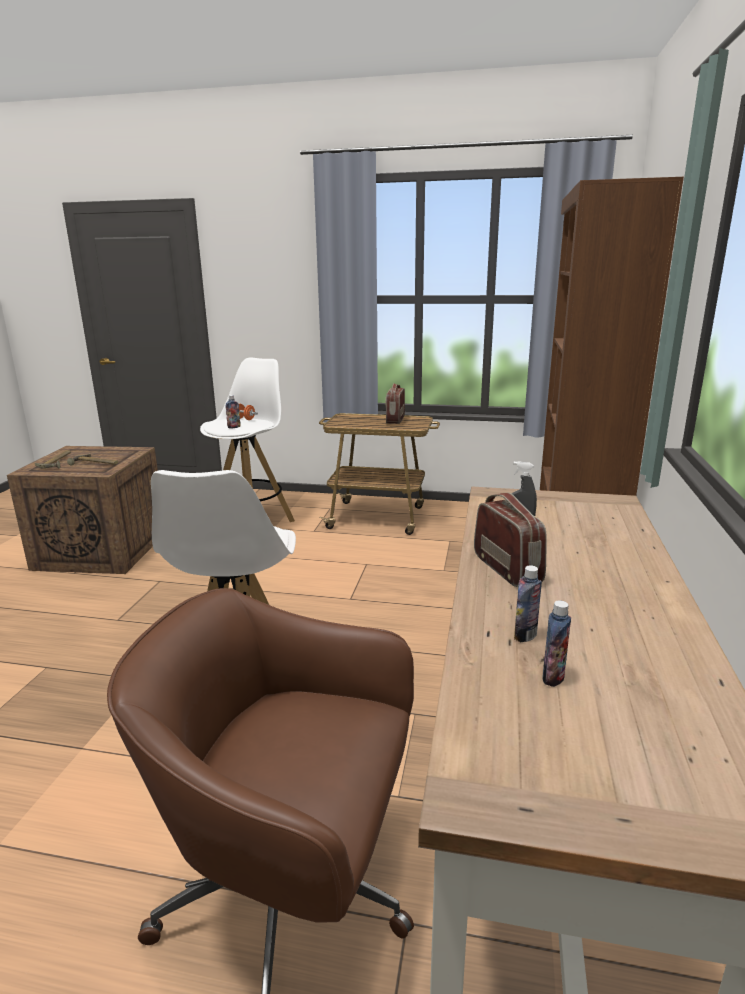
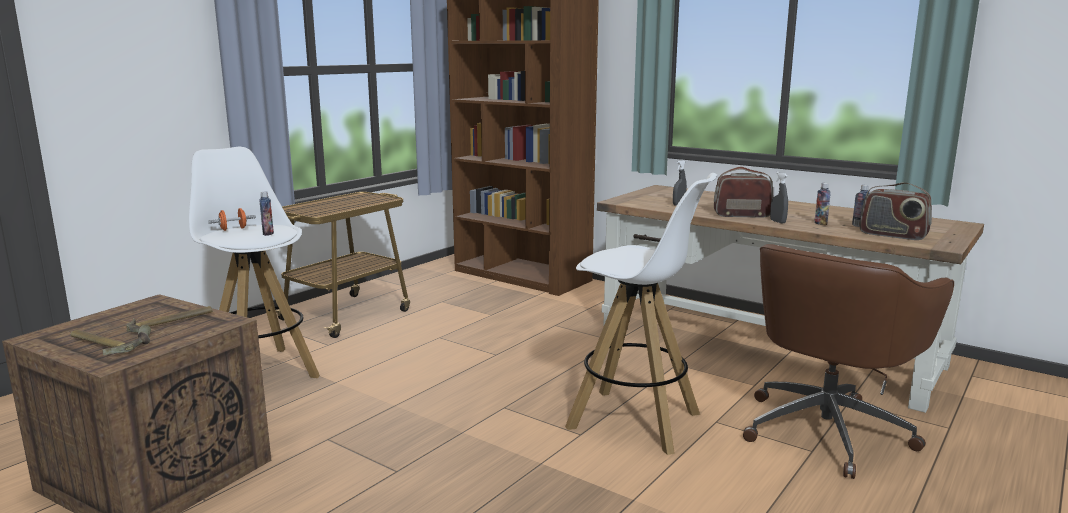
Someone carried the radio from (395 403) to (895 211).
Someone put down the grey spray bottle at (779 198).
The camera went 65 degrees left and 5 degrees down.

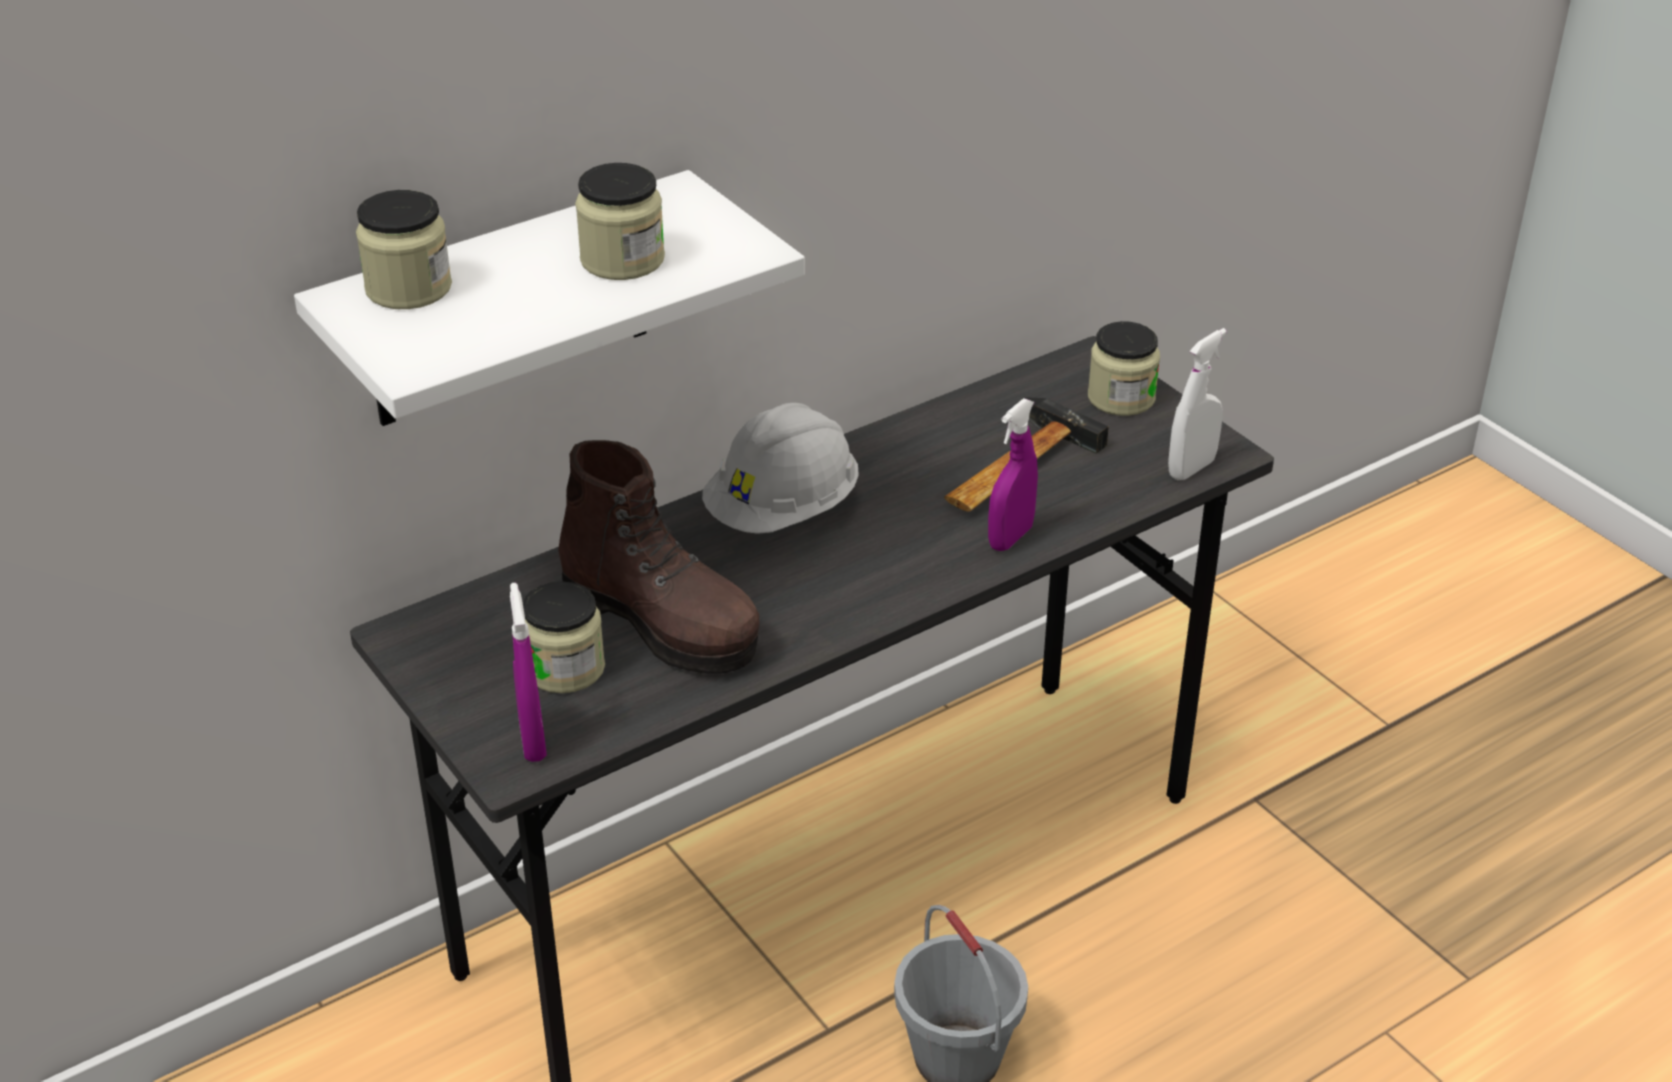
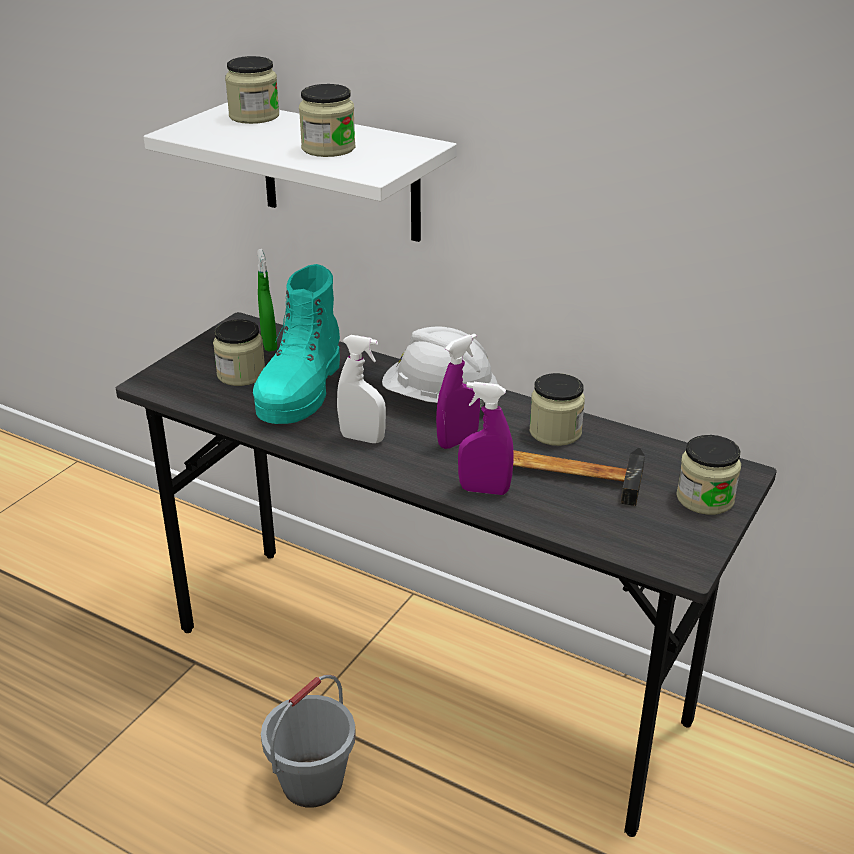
Someone carried the white spray bottle from (1197 404) to (361 389).
Someone repainted the brown boot at (658 557), which became the turquoise boot at (296 344).
Someone carried the purple spray bottle from (528 672) to (458 391).
Someone put down the green spray bottle at (267 300).
Someone put down the jar at (557 409).
The camera went 65 degrees right and 5 degrees down.

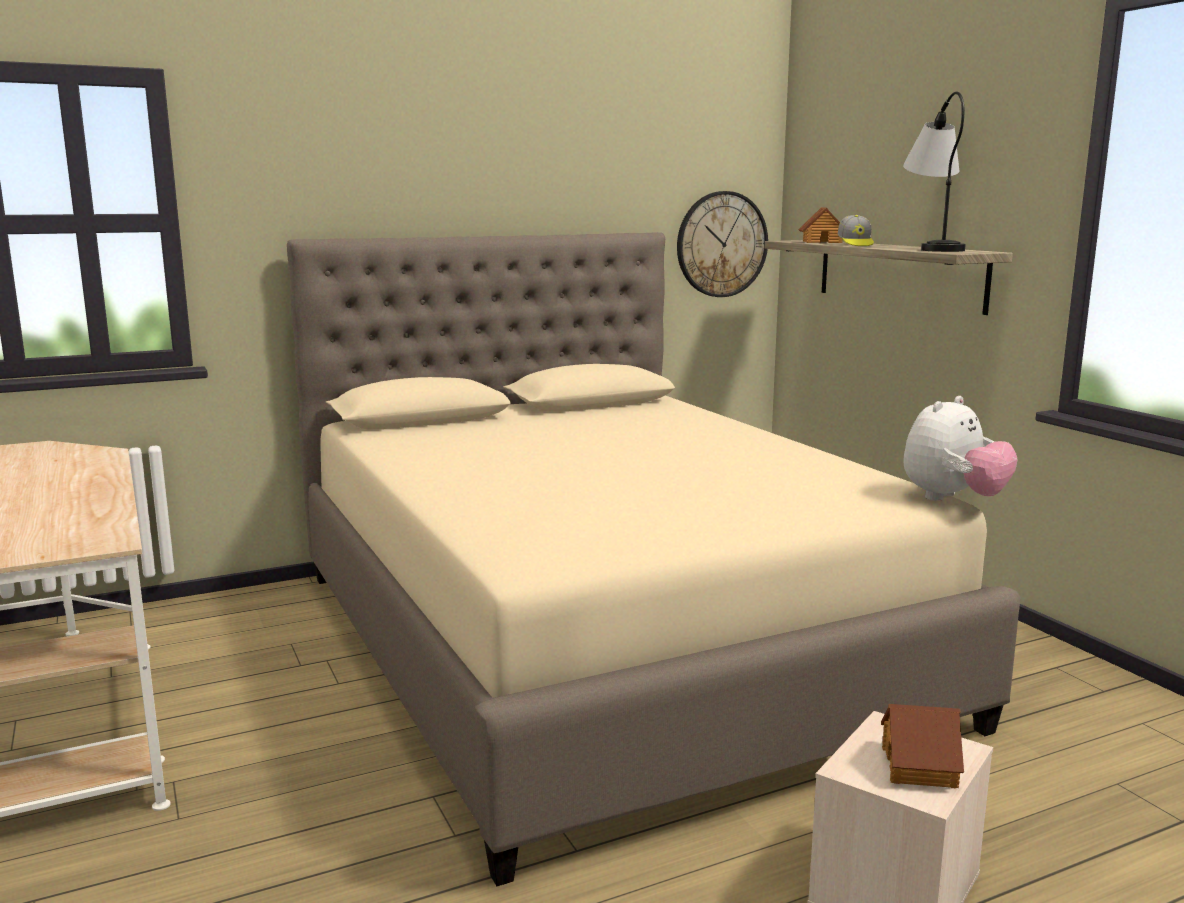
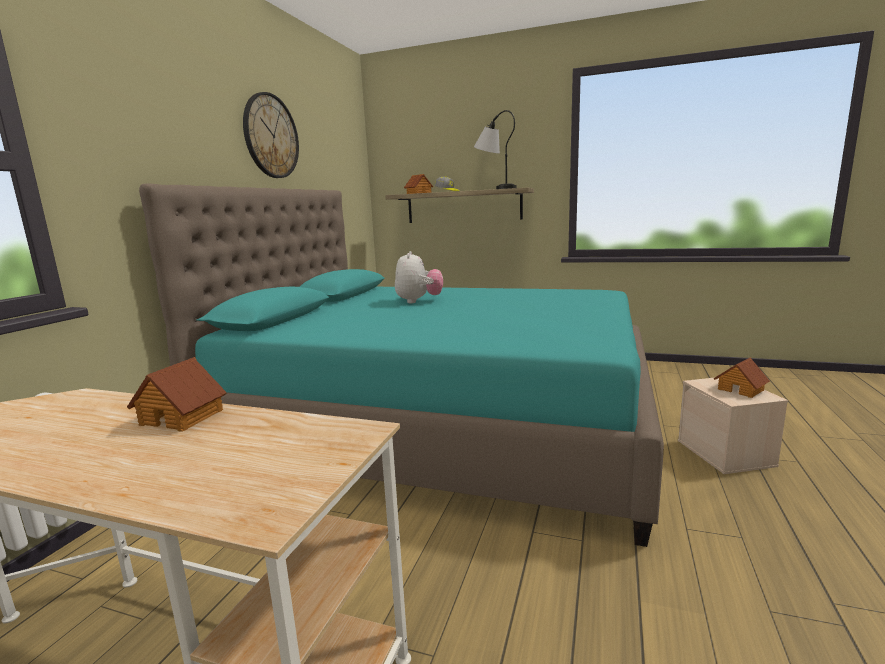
Someone carried the wall clock from (722 244) to (271 135).
Someone repainted the beige bed at (654 559), which became the turquoise bed at (401 365).
Someone carried the plush toy from (960 448) to (419 277).
Someone put down the toy house at (177 394).
The camera went 45 degrees left and 0 degrees up.

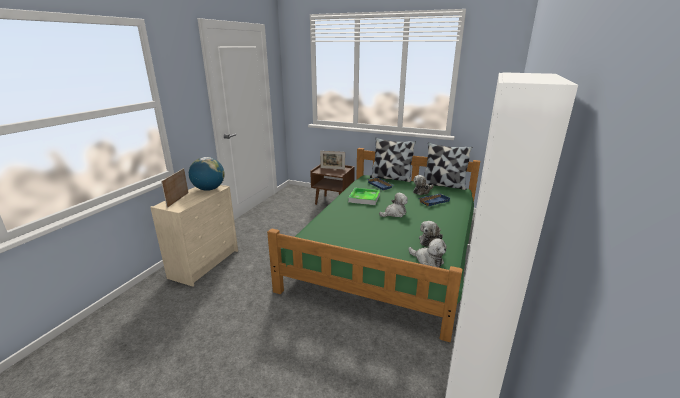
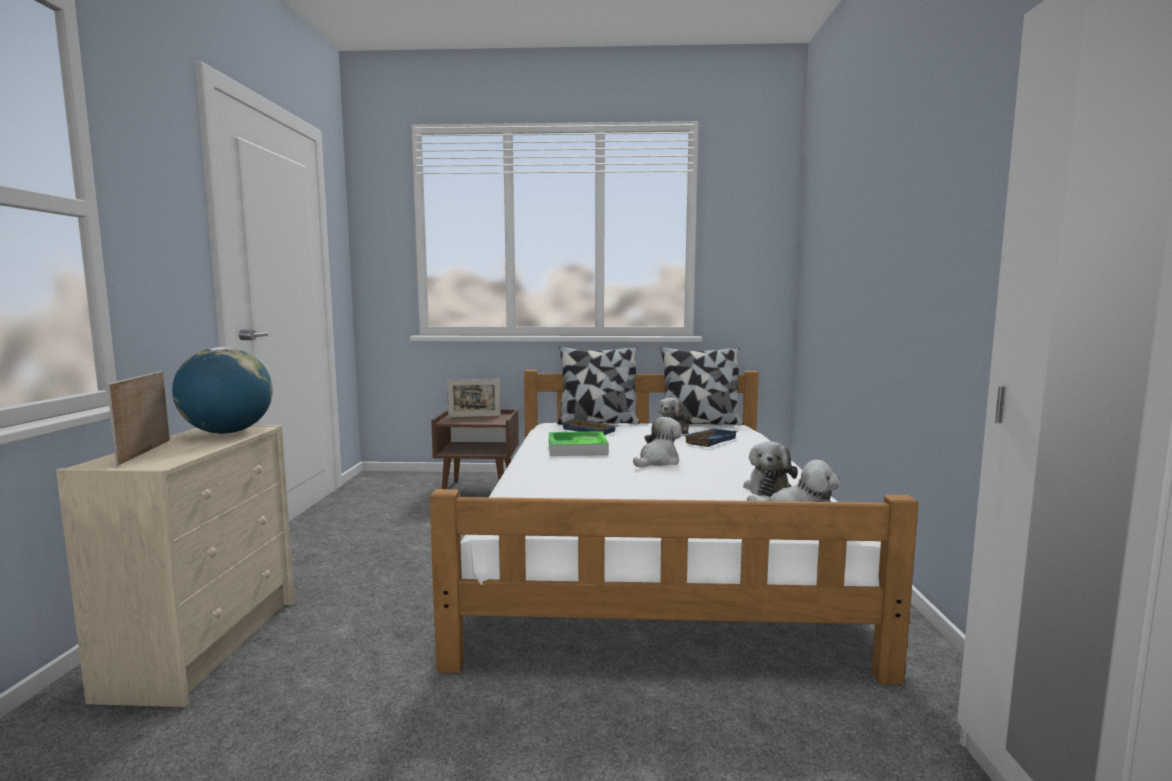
Someone repainted the green bed at (373 245), which became the white bed at (674 527).
The camera went 20 degrees left and 15 degrees down.

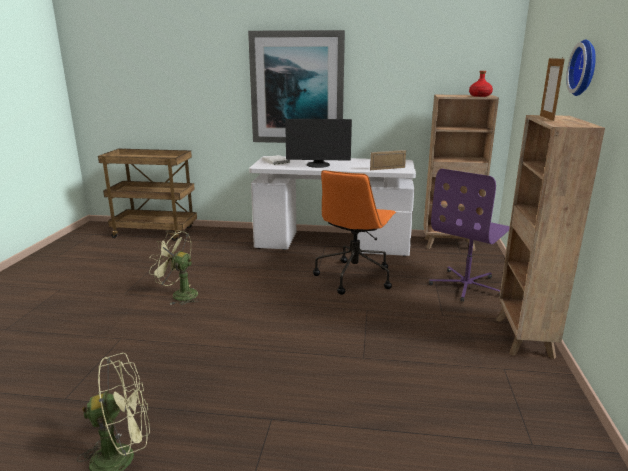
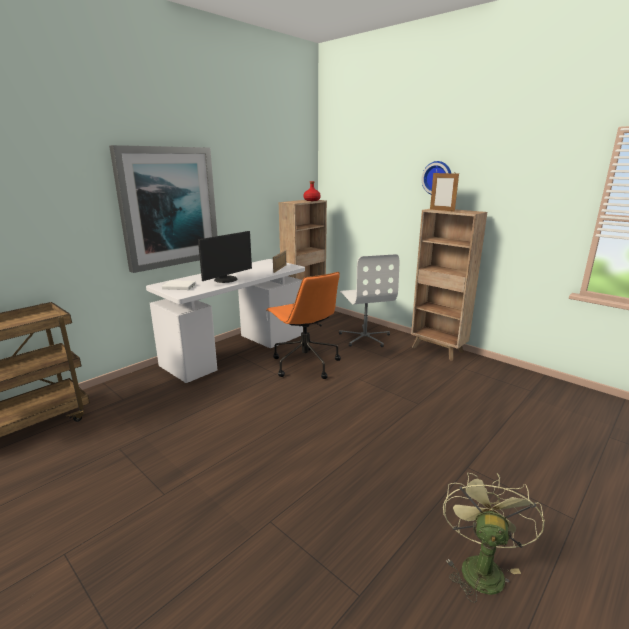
Someone repainted the purple office chair at (469 235), which became the white office chair at (369 300).
Someone took away the green fan at (174 267).
The camera went 55 degrees left and 0 degrees up.

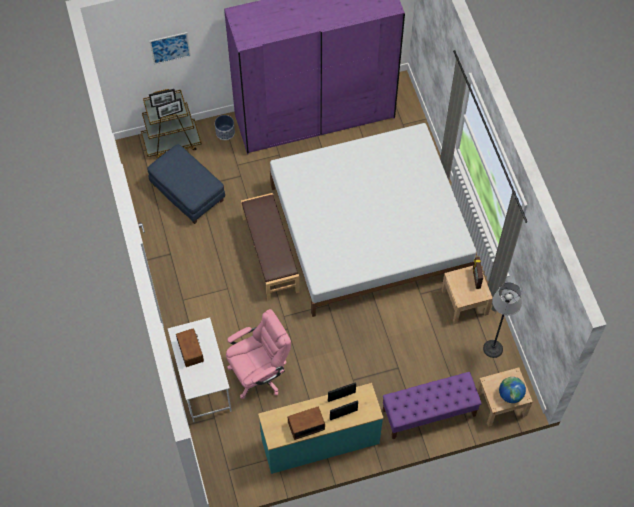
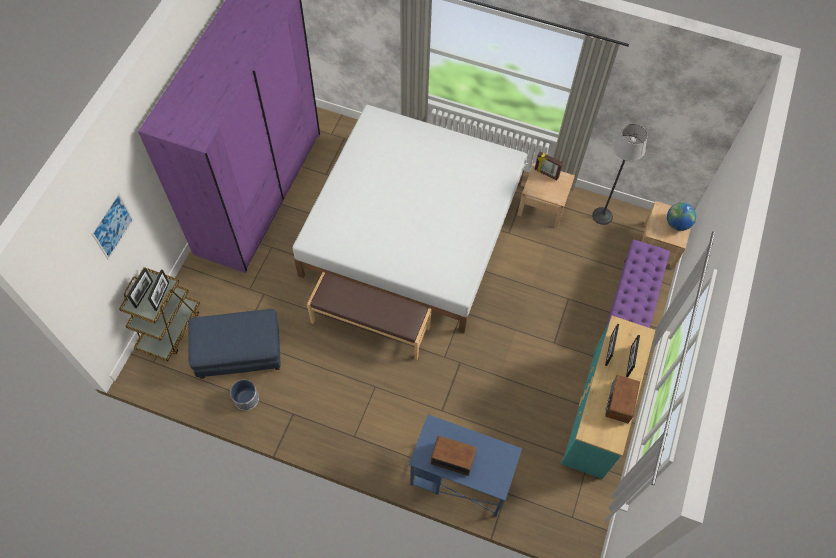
Someone carried the planter from (225 127) to (244 395).
Someone took away the pink office chair at (258 354).
Someone repainted the white desk at (200 370), which became the blue desk at (465 465).
The camera went 55 degrees left and 0 degrees up.

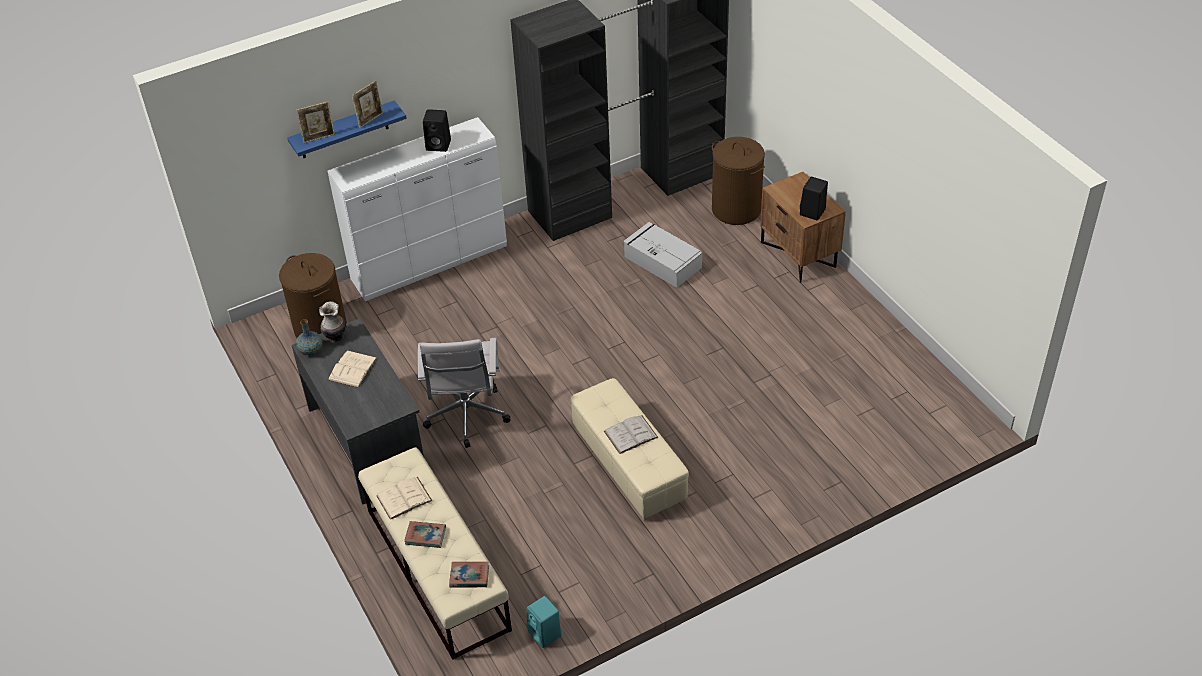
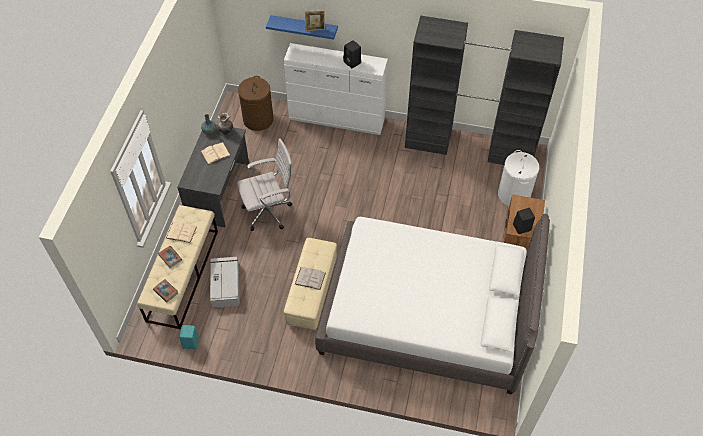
Someone took away the picture frame at (316 122).
Someone repainted the brown laundry basket at (738 181), which became the white laundry basket at (518 178).
Someone carried the grey storage box from (662 255) to (224 282).
Someone rotated the white office chair at (464 393) by 150 degrees counterclockwise.
Someone put down the white bed at (432 304).
The camera went 40 degrees right and 10 degrees up.

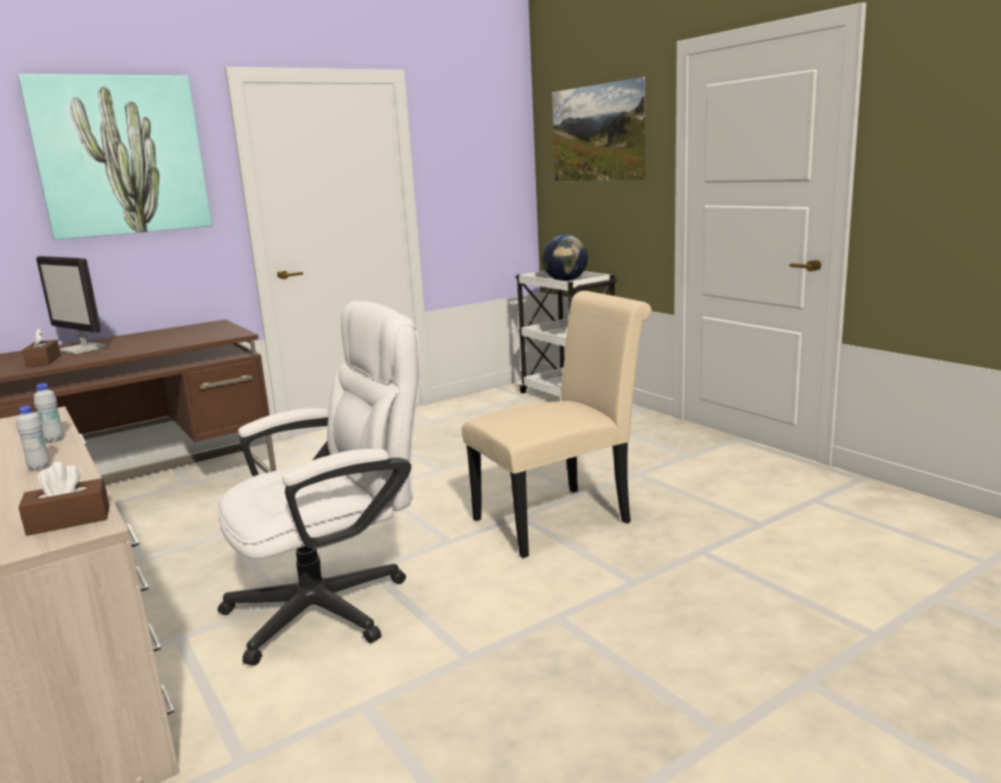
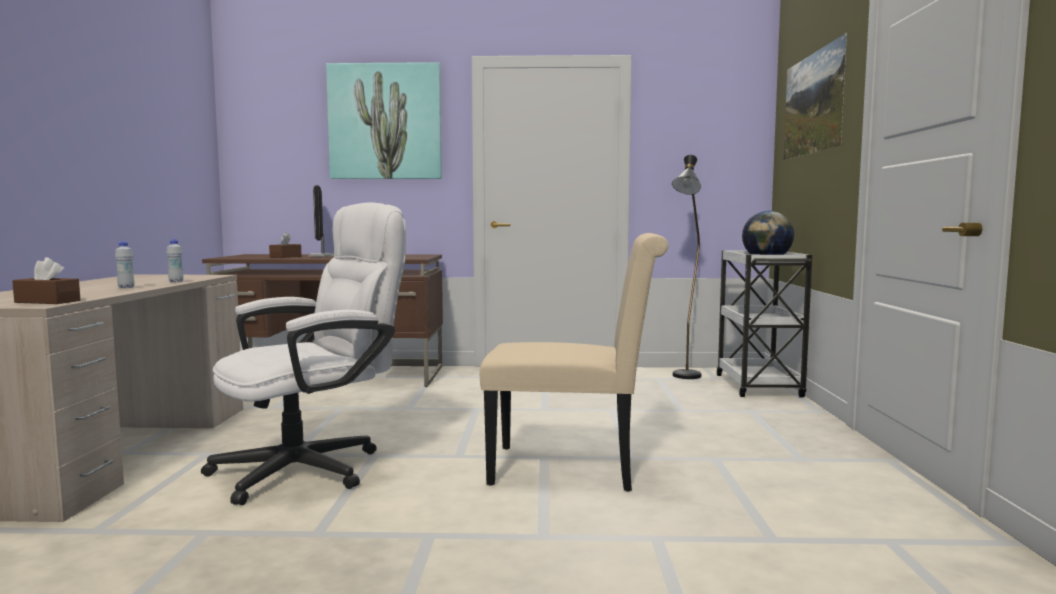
Someone rotated the white office chair at (319 483) by 45 degrees counterclockwise.
Someone put down the black floor lamp at (686 267).
The camera went 35 degrees right and 10 degrees down.

